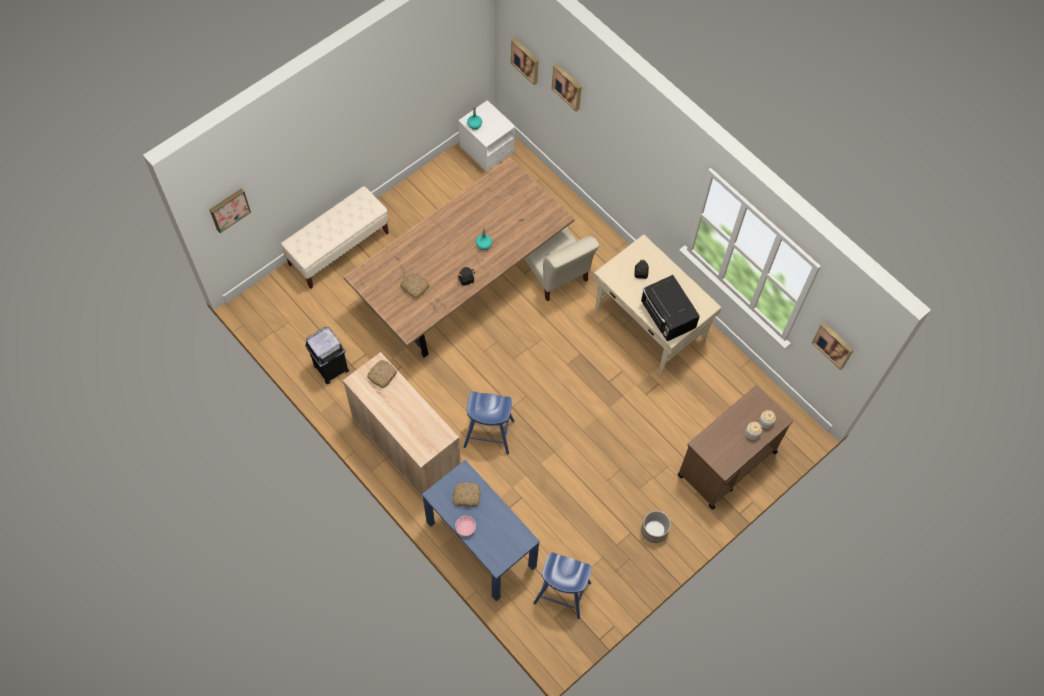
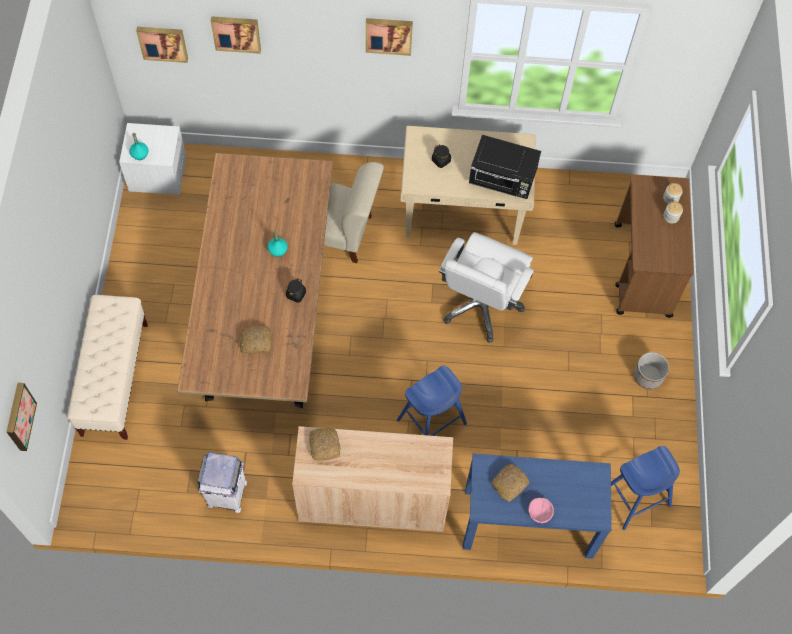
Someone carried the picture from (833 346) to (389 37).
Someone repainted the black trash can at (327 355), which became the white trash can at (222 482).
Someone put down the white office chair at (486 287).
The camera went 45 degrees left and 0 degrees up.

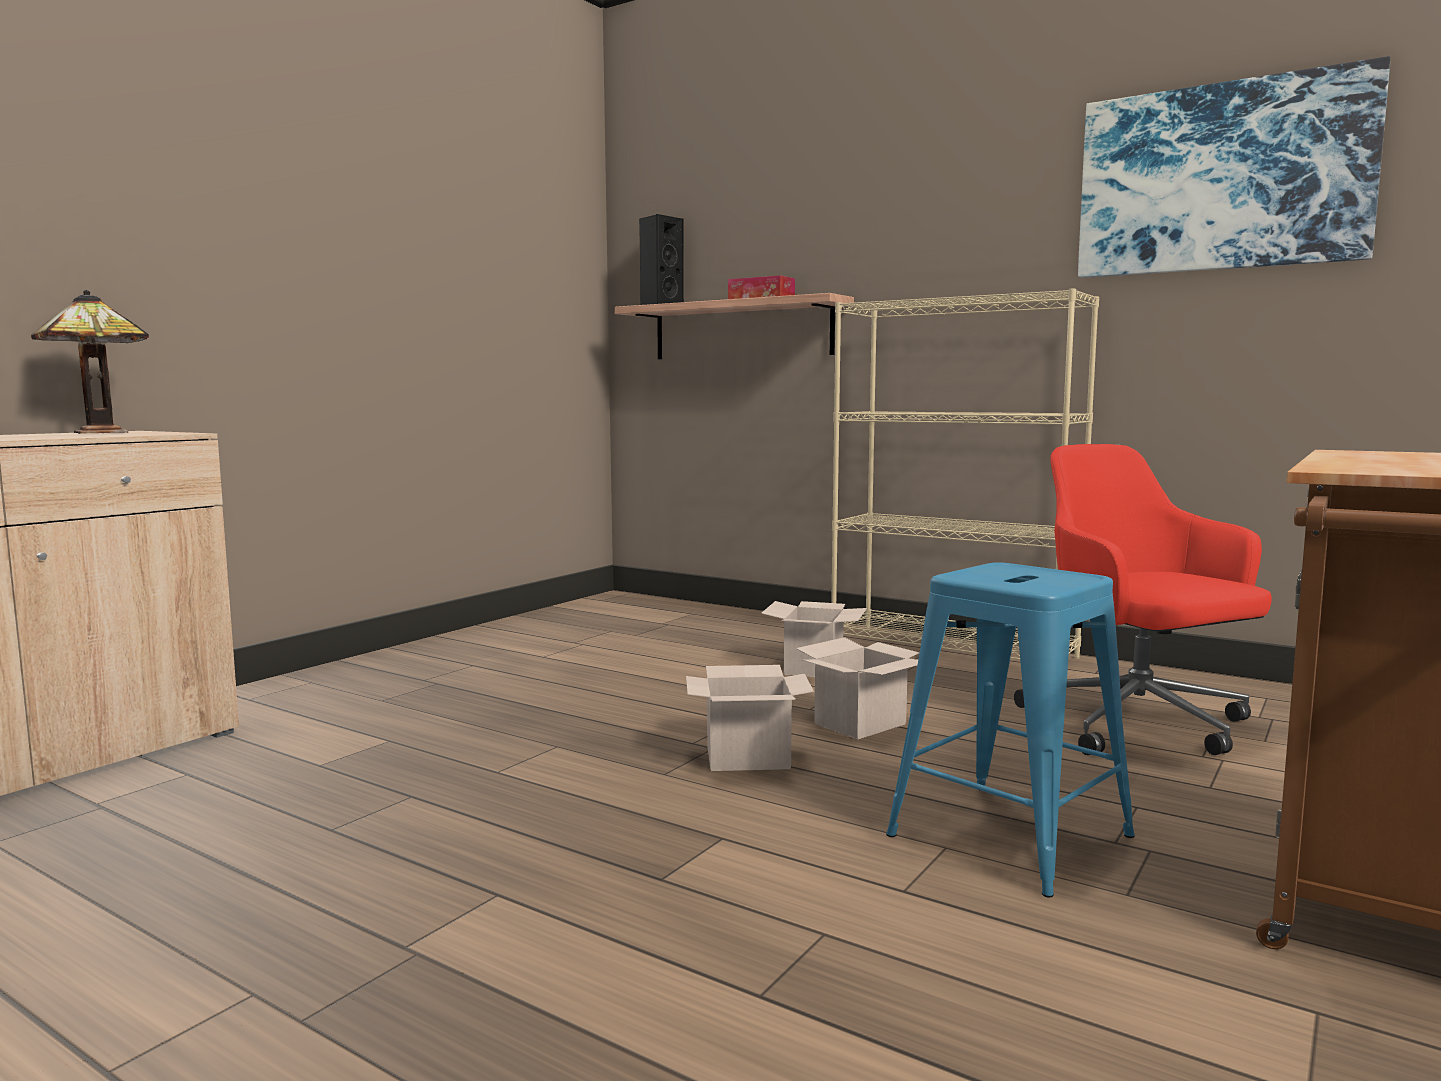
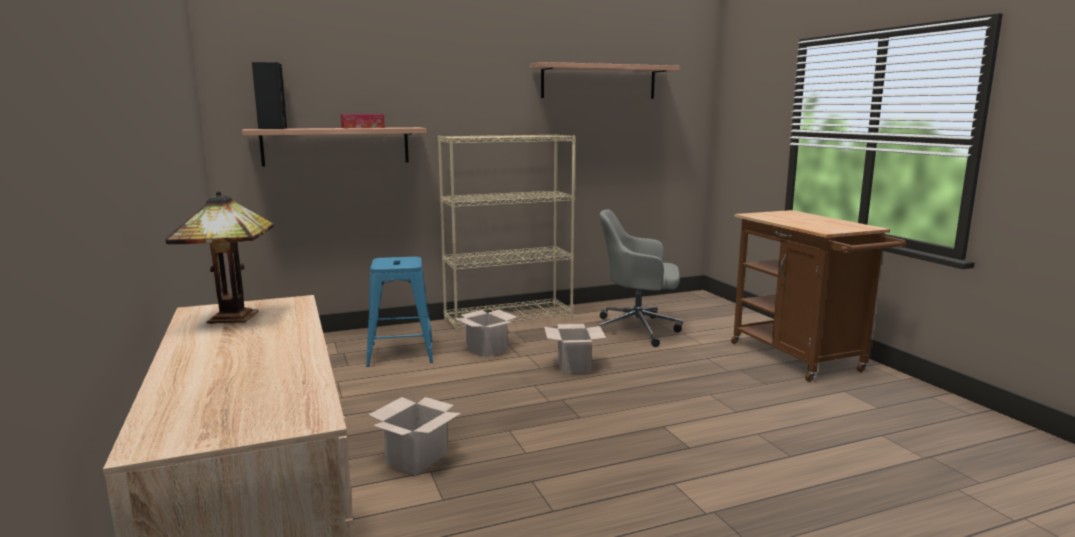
Someone swapped the picture at (1234 167) for the shelf at (605 80).
Someone repainted the red office chair at (1143 599), which became the grey office chair at (641 278).
Someone carried the blue stool from (1010 730) to (399 312).
Someone carried the cardboard box from (750 718) to (414 436).
The camera went 55 degrees left and 5 degrees up.

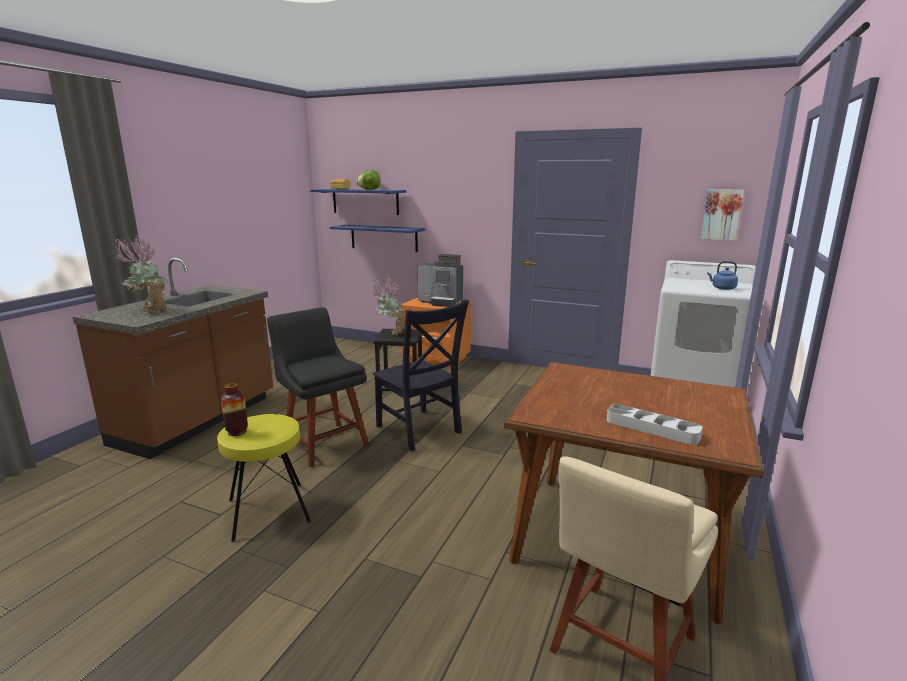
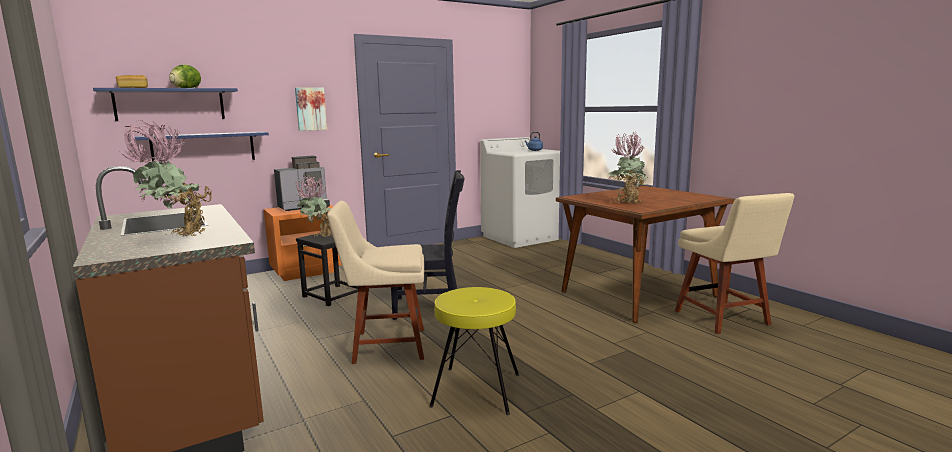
Someone carried the picture from (722 215) to (311 109).
Someone repainted the black chair at (318 387), which became the beige chair at (375 282).
Someone took away the vase at (234 409).
Someone took away the grey tray at (655 424).
Someone put down the potted plant at (628 168).
The camera went 55 degrees left and 5 degrees down.

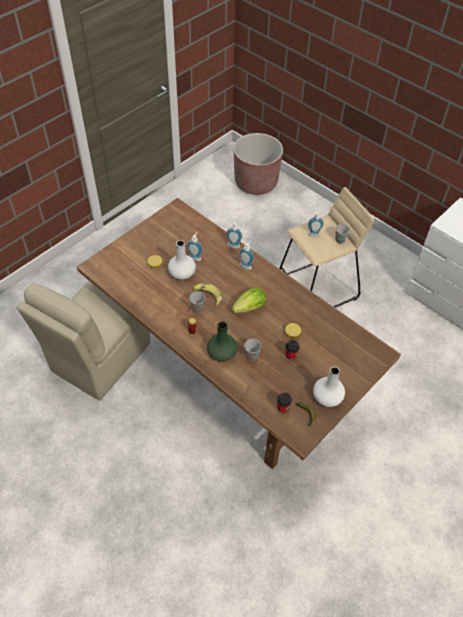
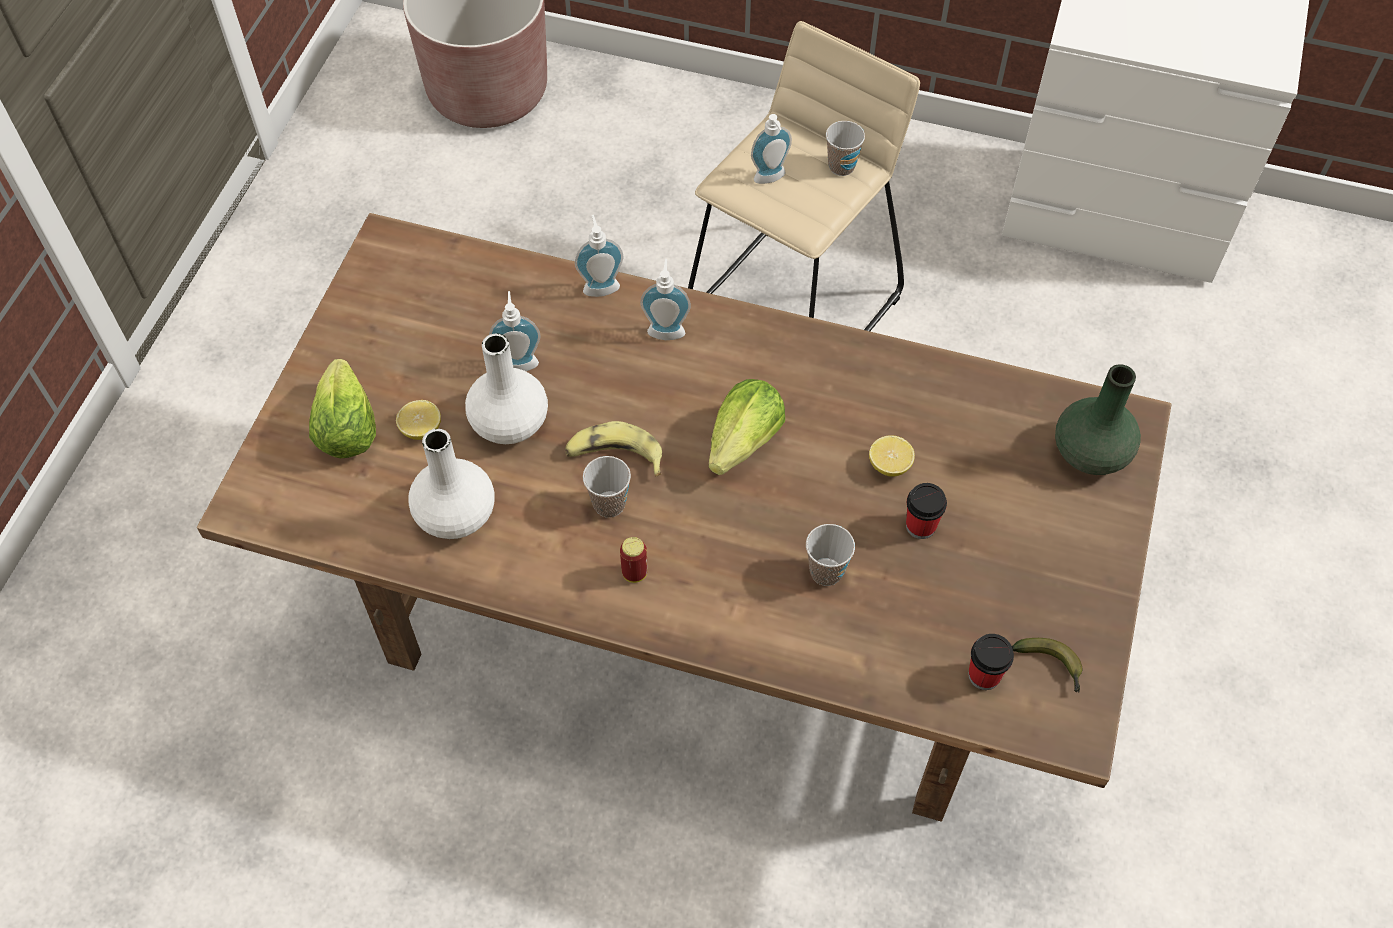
Someone took away the beige chair at (83 341).
Someone carried the green vase from (222 341) to (1098 419).
Someone carried the white vase from (329 386) to (451 484).
Someone put down the lettuce at (342 408).
The camera went 25 degrees left and 5 degrees up.

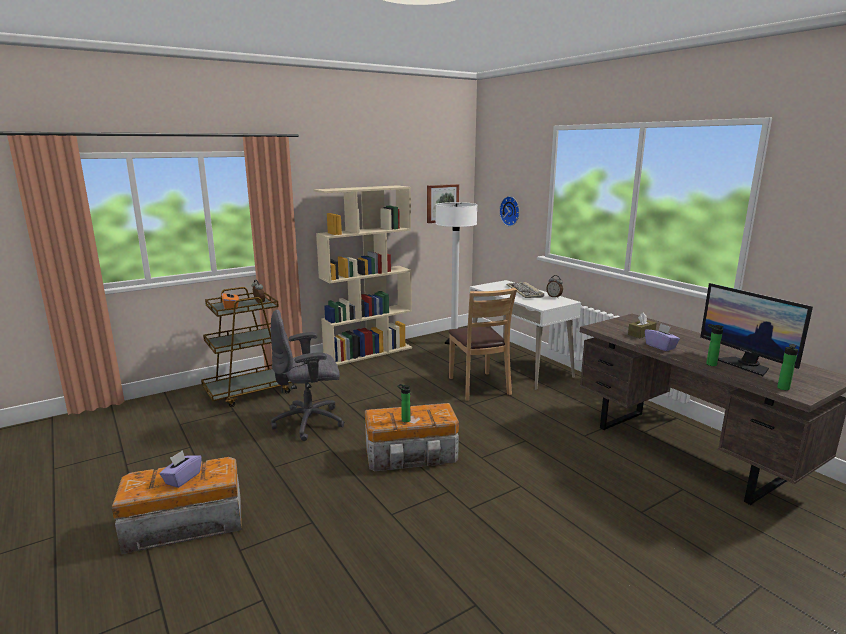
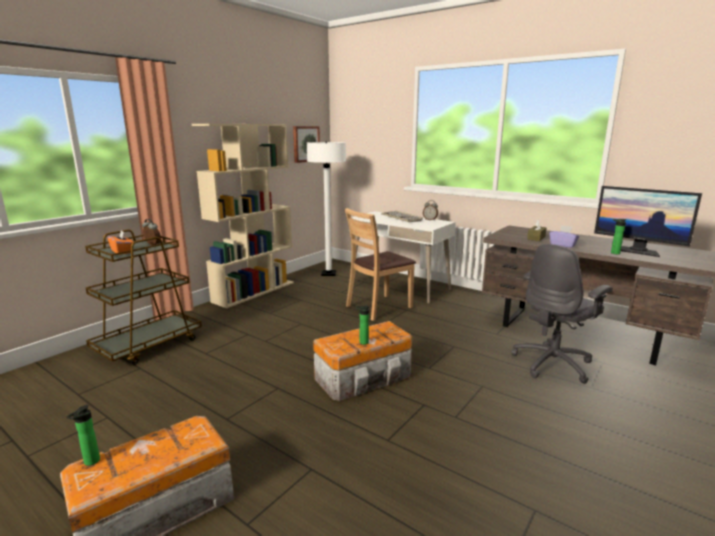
Someone took away the wall clock at (509 211).
Someone rotated the brown chair at (482 344) by 90 degrees clockwise.
Someone carried the grey office chair from (308 375) to (562 314).
Someone carried the bottle from (787 367) to (83 435).
Someone took away the purple tissue box at (180 469).
The camera went 20 degrees left and 0 degrees up.

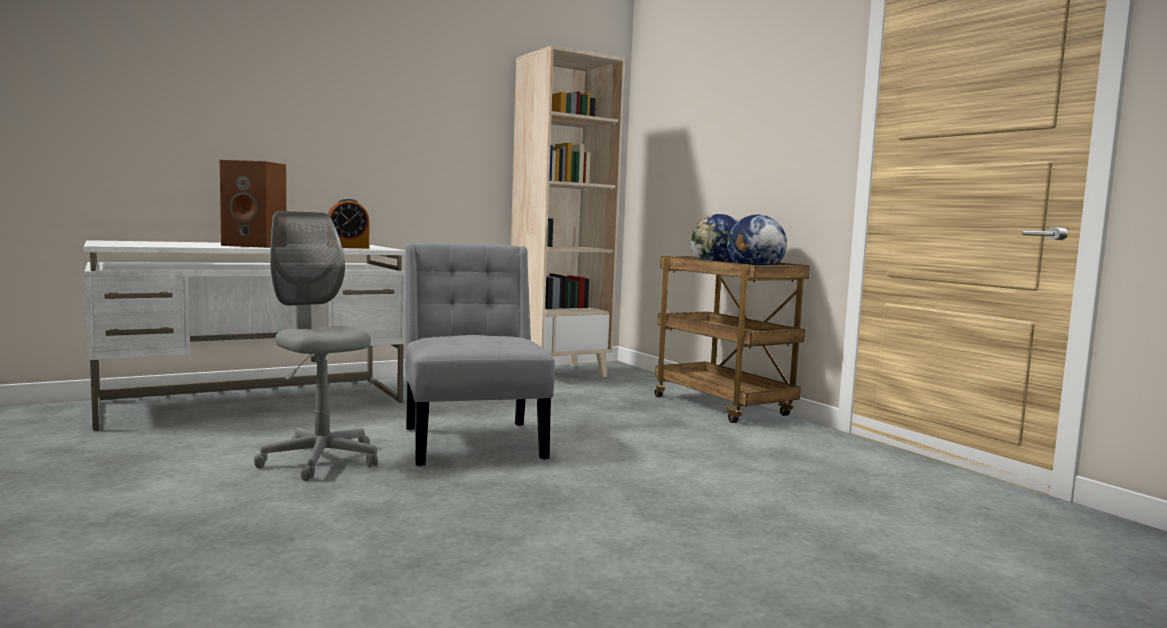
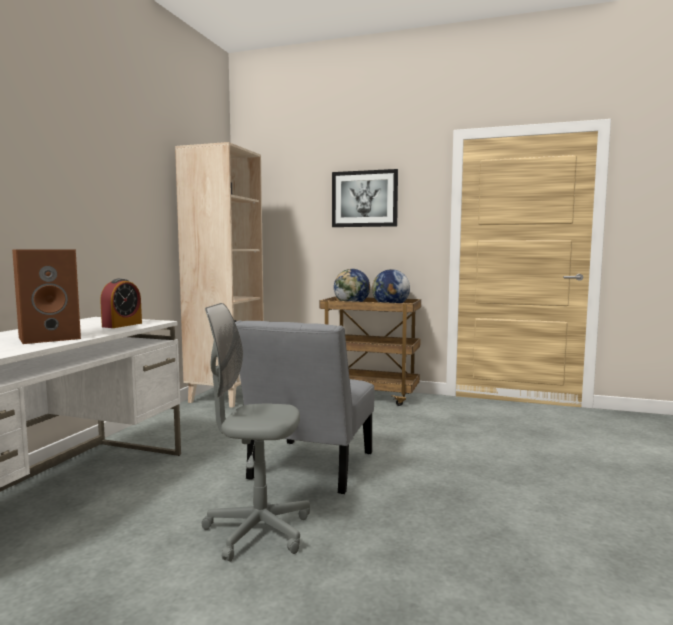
Someone rotated the grey chair at (480 354) by 105 degrees counterclockwise.
Someone put up the picture at (365 198).
The camera went 40 degrees left and 0 degrees up.

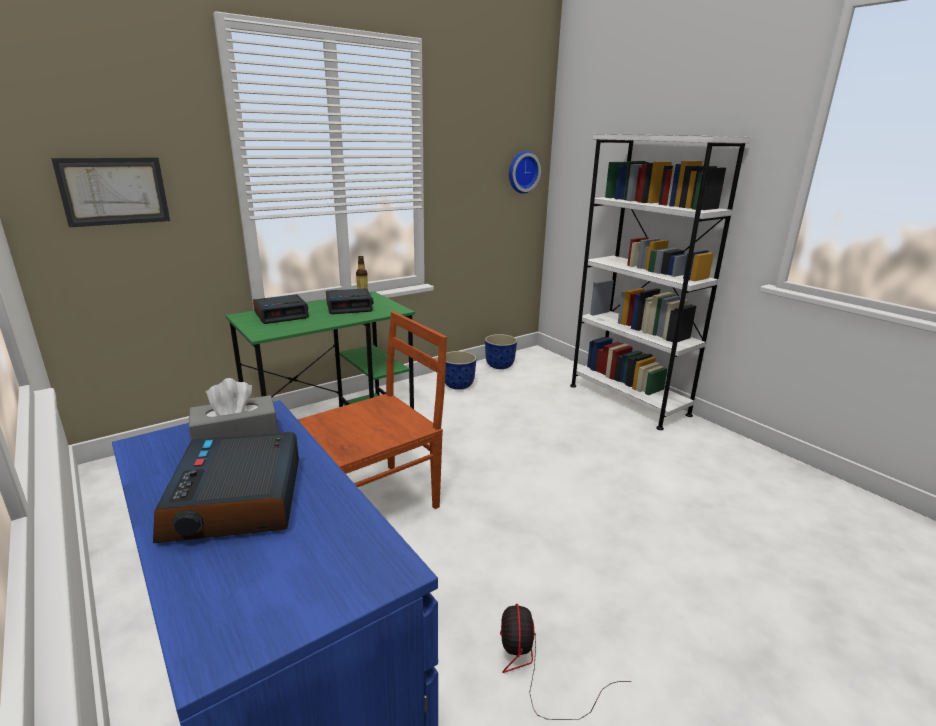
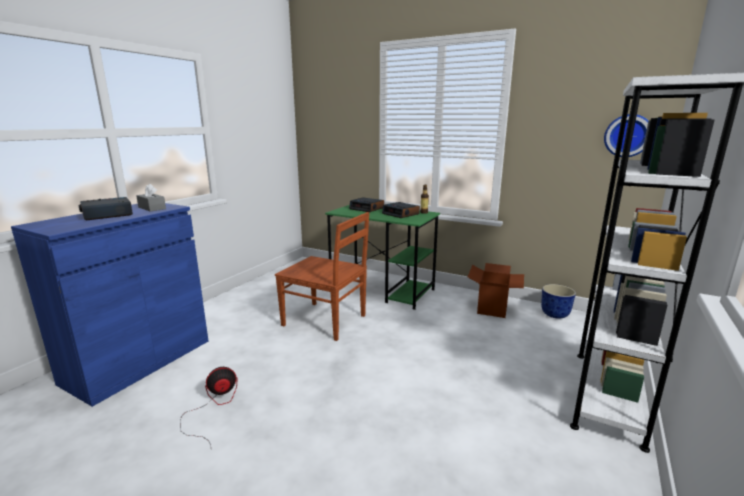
Someone took away the picture at (110 192).
Someone swapped the planter at (461 370) for the cardboard box at (496 290).
The camera went 65 degrees right and 5 degrees down.

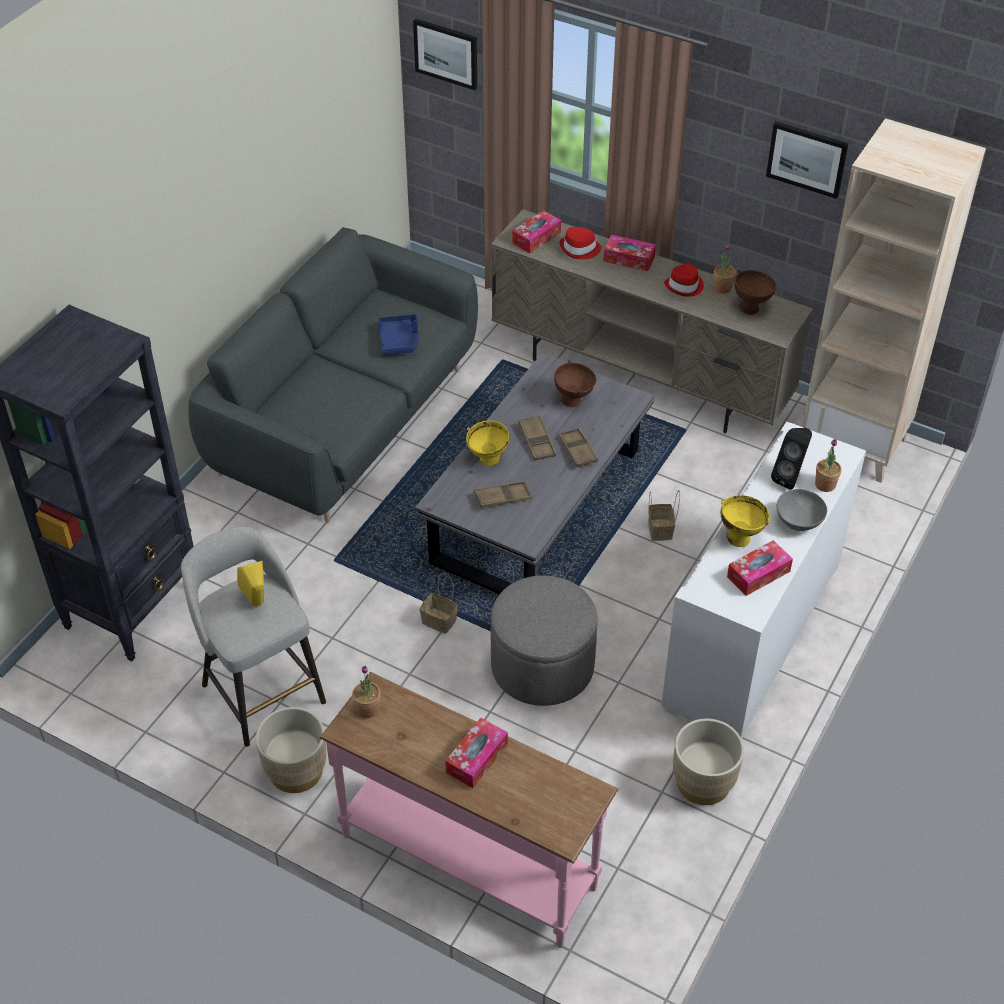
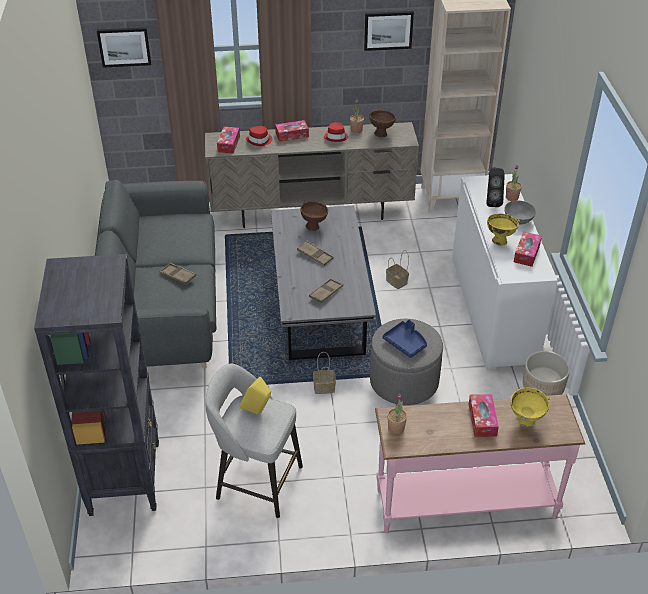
Someone carried the blue tray from (398 334) to (404 339).
Someone carried the yellow bowl from (487 443) to (530 406).
Someone carried the brown tray from (578 447) to (177 273).
Someone took away the beige planter at (291 750).
The camera went 35 degrees left and 5 degrees down.

